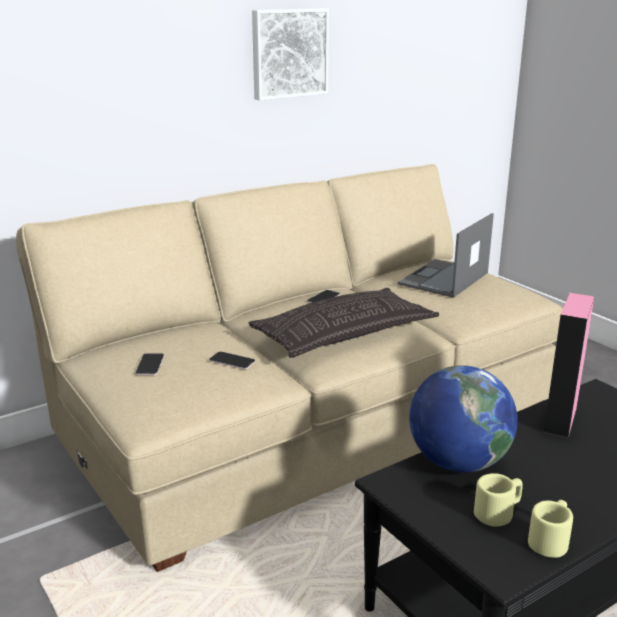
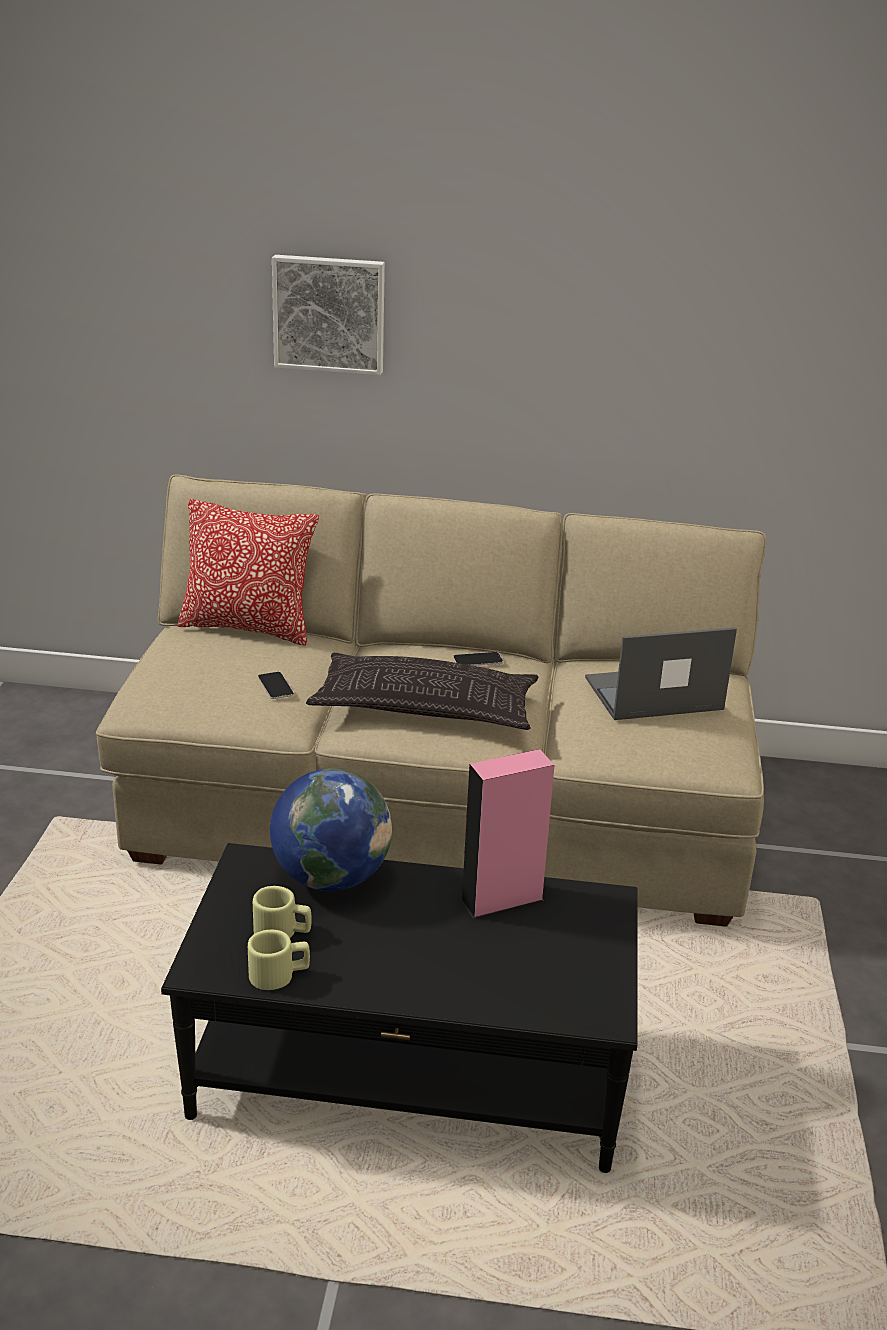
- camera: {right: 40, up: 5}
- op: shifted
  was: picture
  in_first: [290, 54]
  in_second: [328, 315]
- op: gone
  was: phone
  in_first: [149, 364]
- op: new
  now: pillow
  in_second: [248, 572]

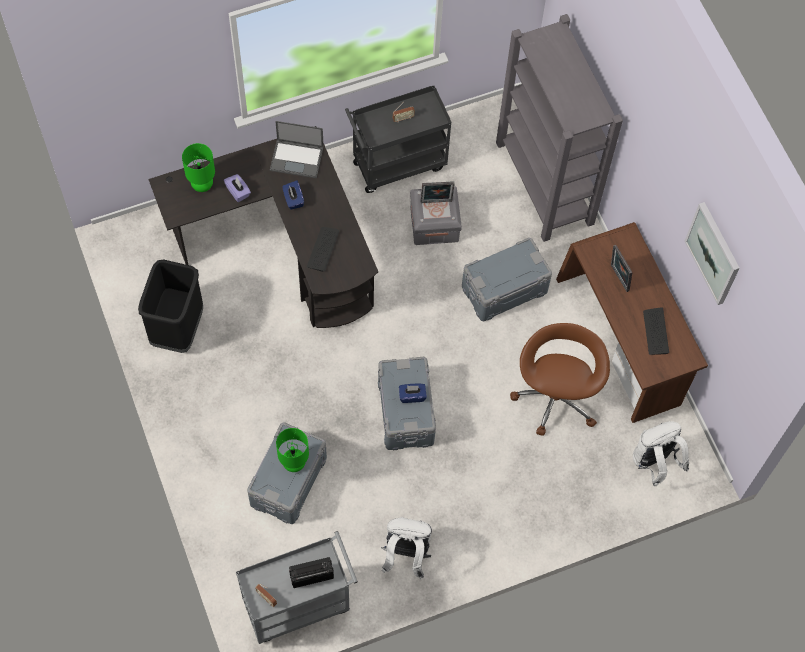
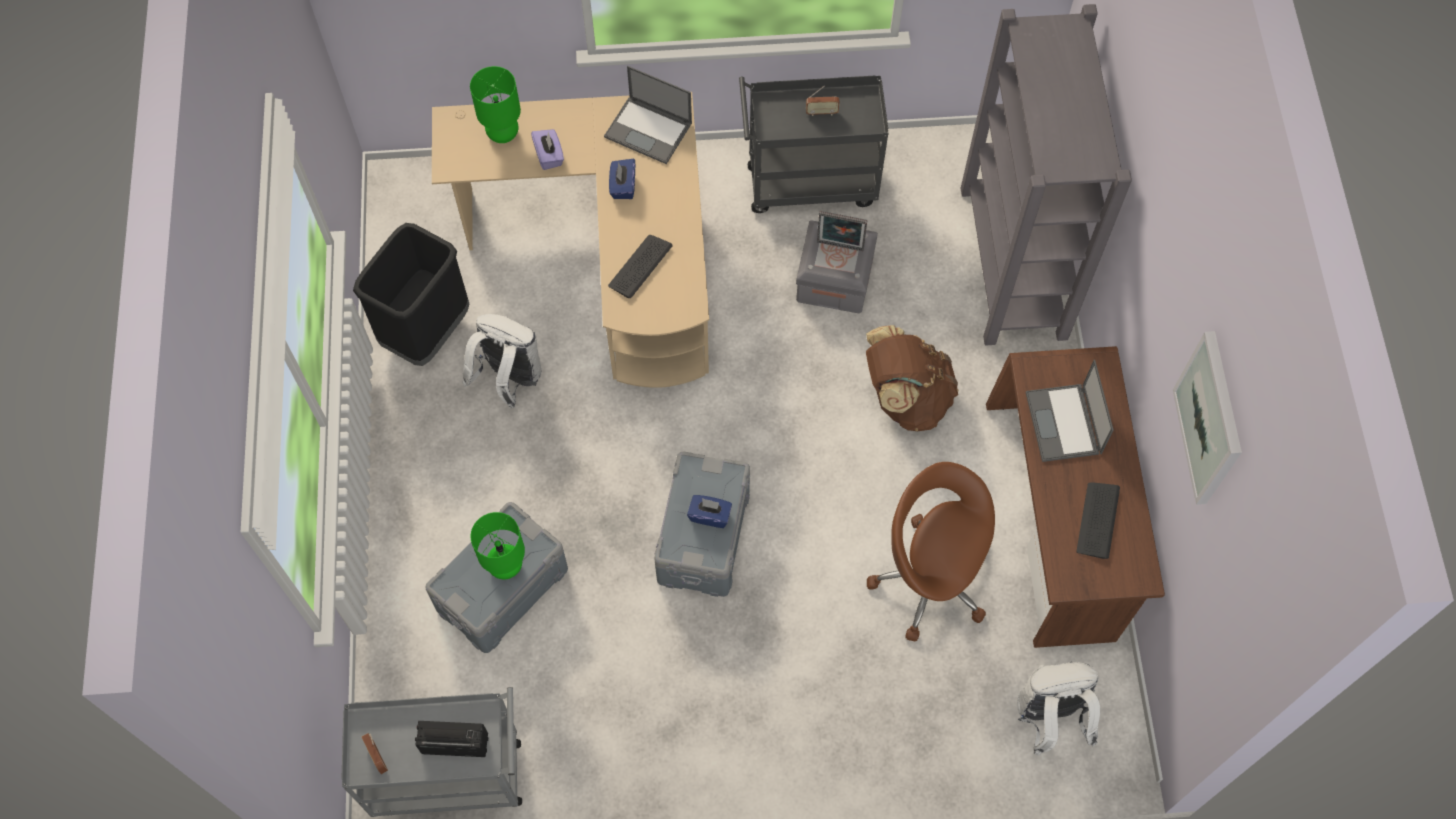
- camera: {right: 20, up: 0}
- op: repainted
  was: black desk
  now: beige desk
  in_first: [263, 227]
  in_second: [570, 240]
- op: swapped
  was: grey storage box
  now: brown backpack
  in_first: [507, 279]
  in_second: [912, 378]
- op: swapped
  was: picture frame
  now: laptop
  in_first: [621, 268]
  in_second: [1070, 411]
- op: rotated
  was: brown office chair
  in_first: [560, 379]
  in_second: [931, 551]
  clockwise: -90
- op: shifted
  was: white backpack
  in_first: [406, 548]
  in_second: [502, 361]

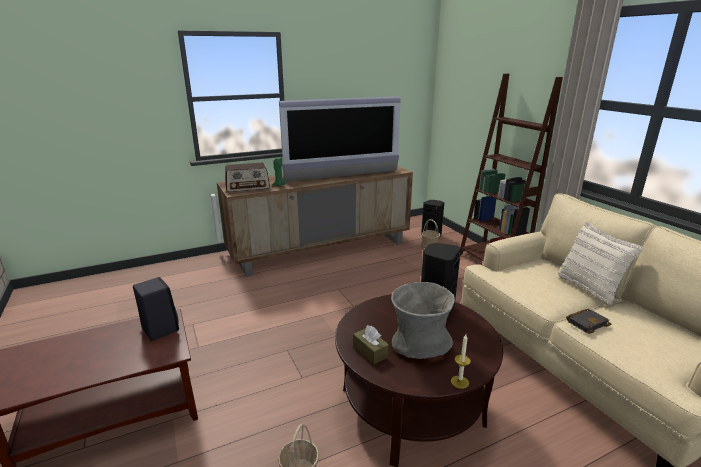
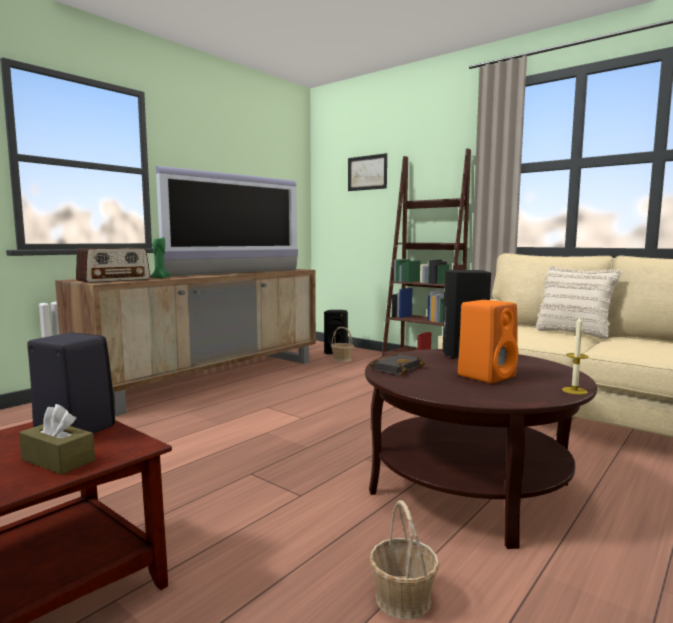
- camera: {right: -25, up: -15}
- op: swapped
  was: grey vase
  now: orange speaker
  in_first: [423, 320]
  in_second: [488, 341]
- op: shifted
  was: black book
  in_first: [589, 321]
  in_second: [397, 364]
- op: shifted
  was: brown tissue box
  in_first: [371, 344]
  in_second: [57, 439]
- op: new
  now: picture
  in_second: [367, 172]

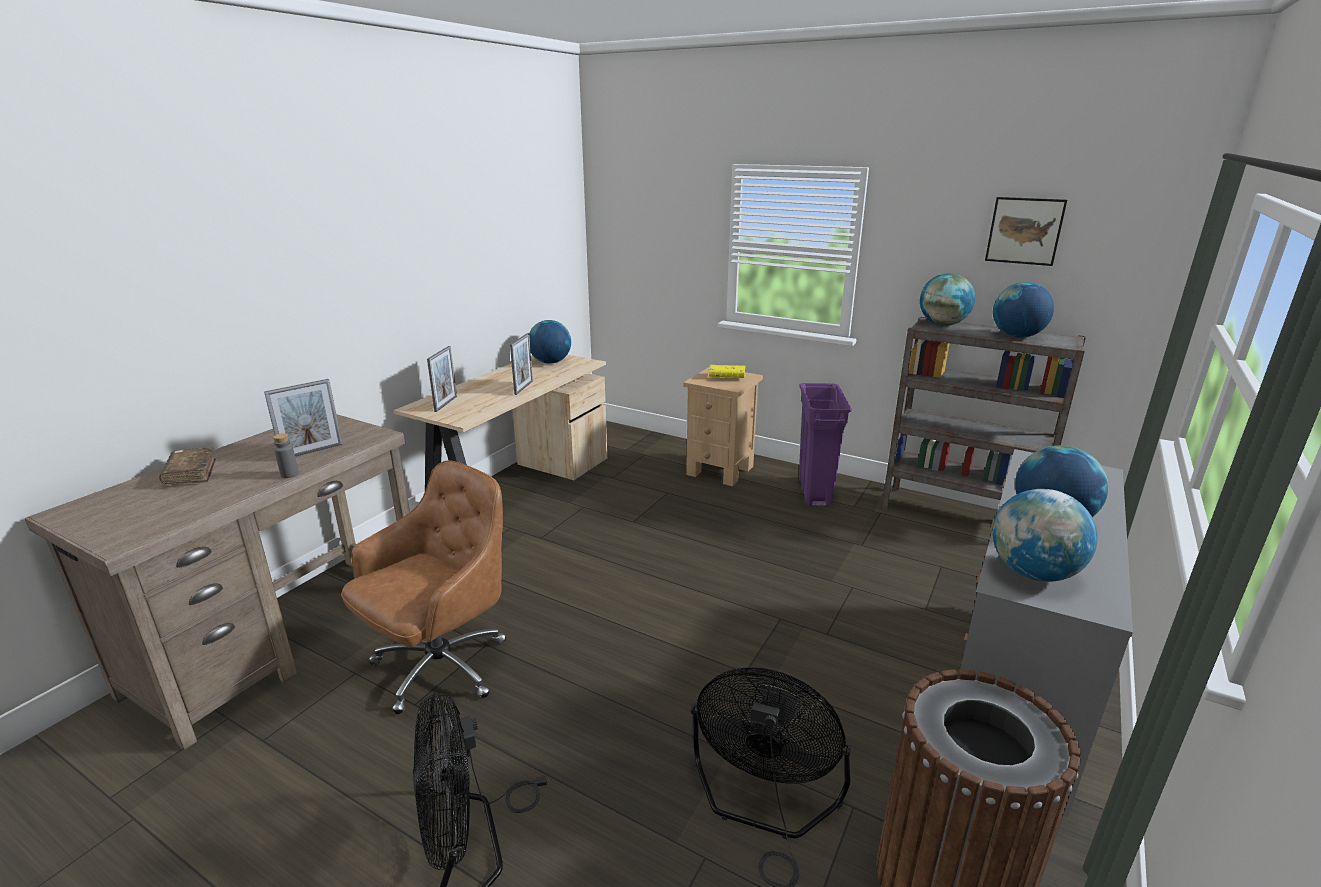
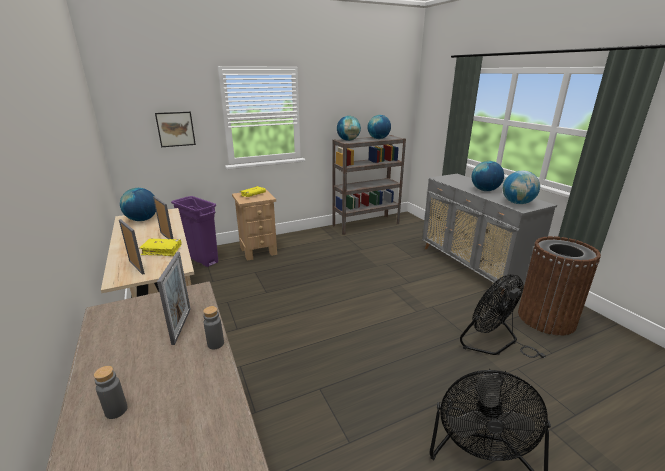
- camera: {right: -55, up: 0}
- op: shifted
  was: picture
  in_first: [1026, 231]
  in_second: [175, 129]
- op: shifted
  was: purple trash can
  in_first: [825, 444]
  in_second: [194, 231]
- op: swapped
  was: brown book
  now: grey bottle
  in_first: [187, 466]
  in_second: [110, 392]
- op: gone
  was: brown office chair
  in_first: [423, 587]
- op: new
  now: yellow book
  in_second: [160, 247]

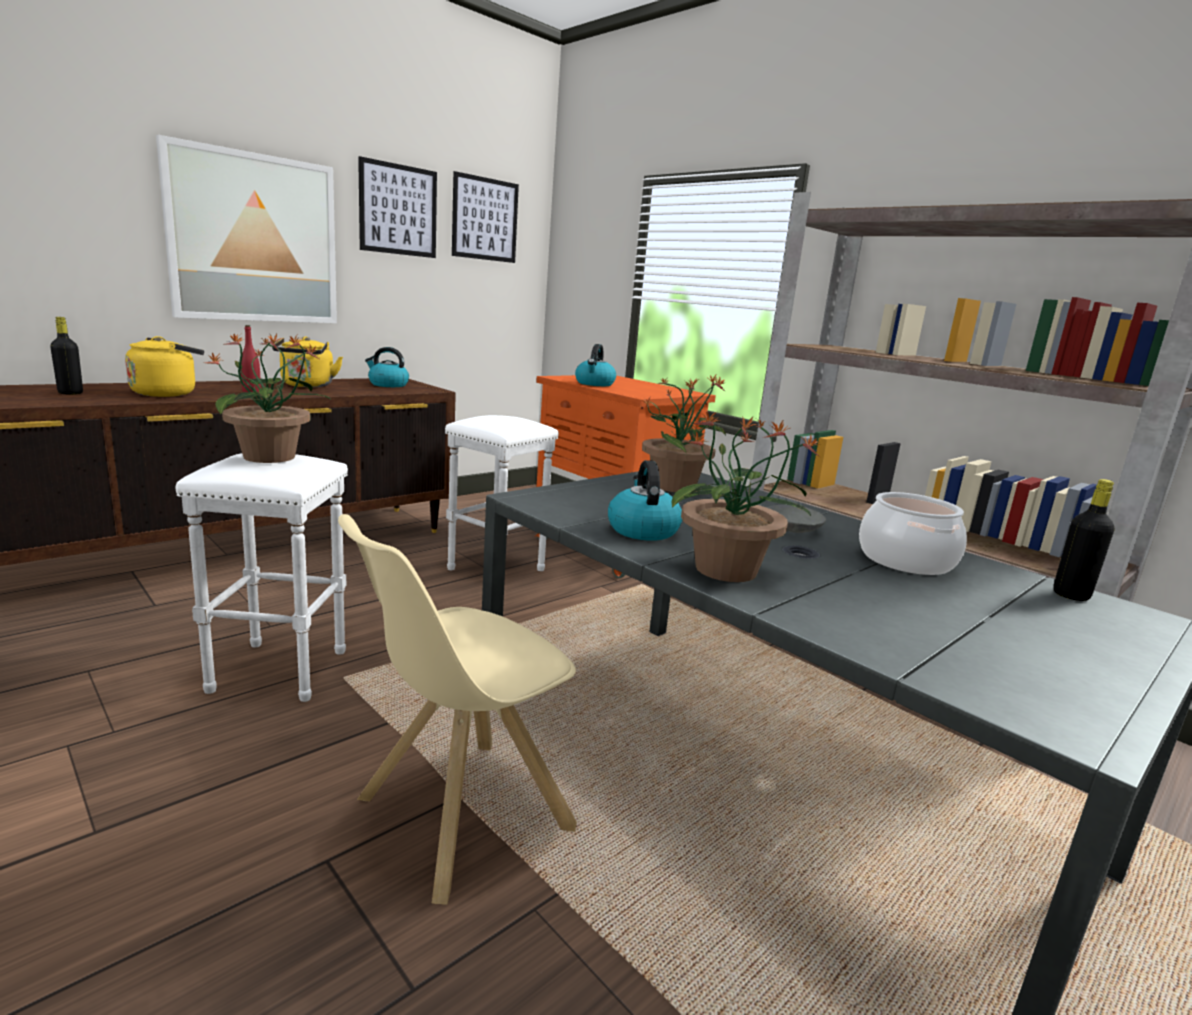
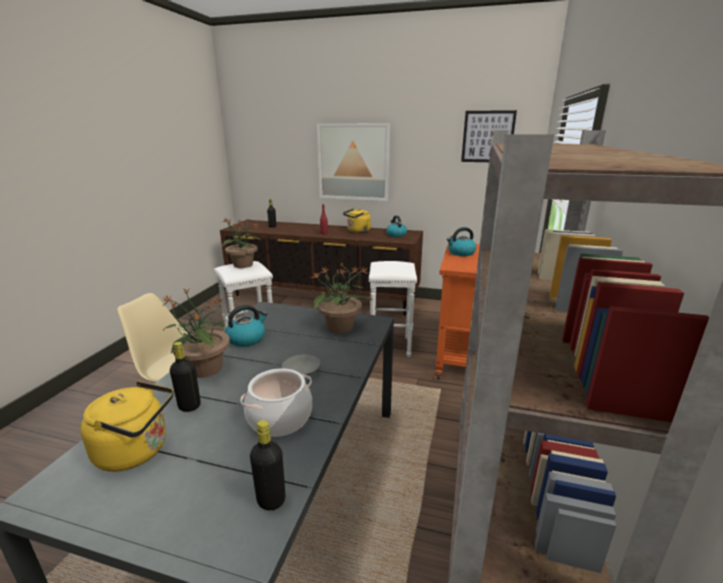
- camera: {right: 60, up: 5}
- op: gone
  was: picture
  in_first: [397, 207]
- op: shifted
  was: yellow kettle
  in_first: [164, 366]
  in_second: [127, 426]
- op: new
  now: black bottle
  in_second: [185, 377]

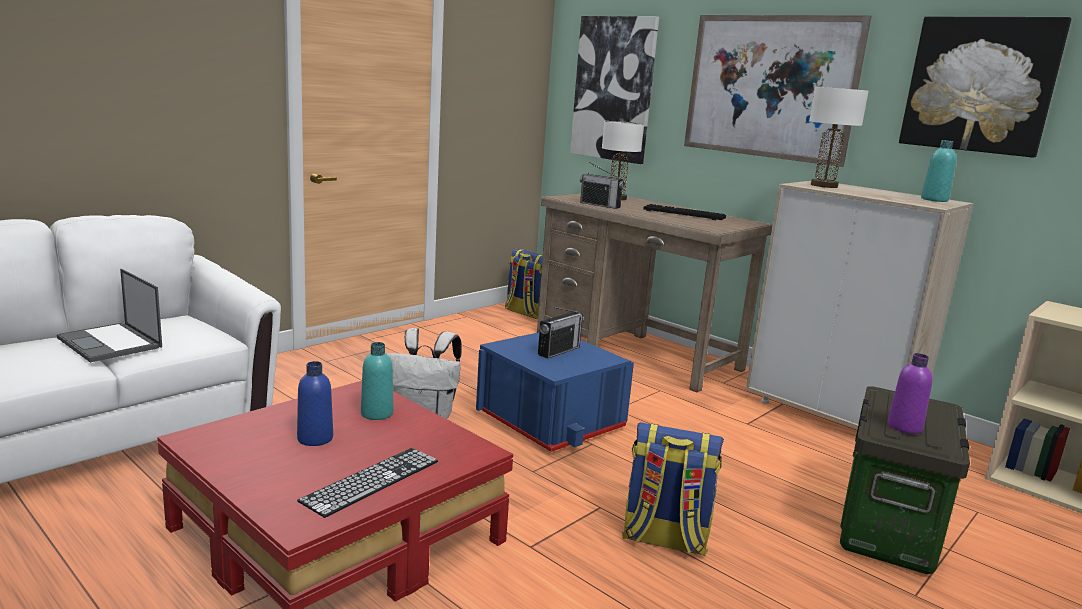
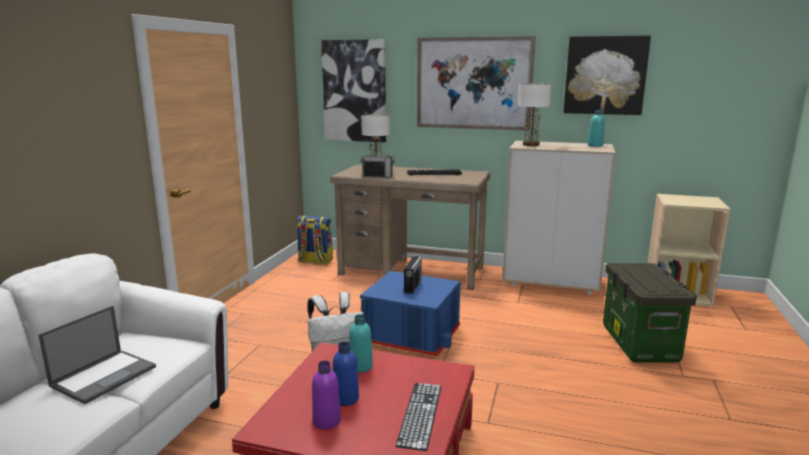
- camera: {right: -25, up: 0}
- op: rotated
  was: laptop
  in_first: [109, 315]
  in_second: [97, 355]
  clockwise: -75
- op: shifted
  was: purple bottle
  in_first: [910, 393]
  in_second: [326, 395]
- op: gone
  was: backpack
  in_first: [673, 489]

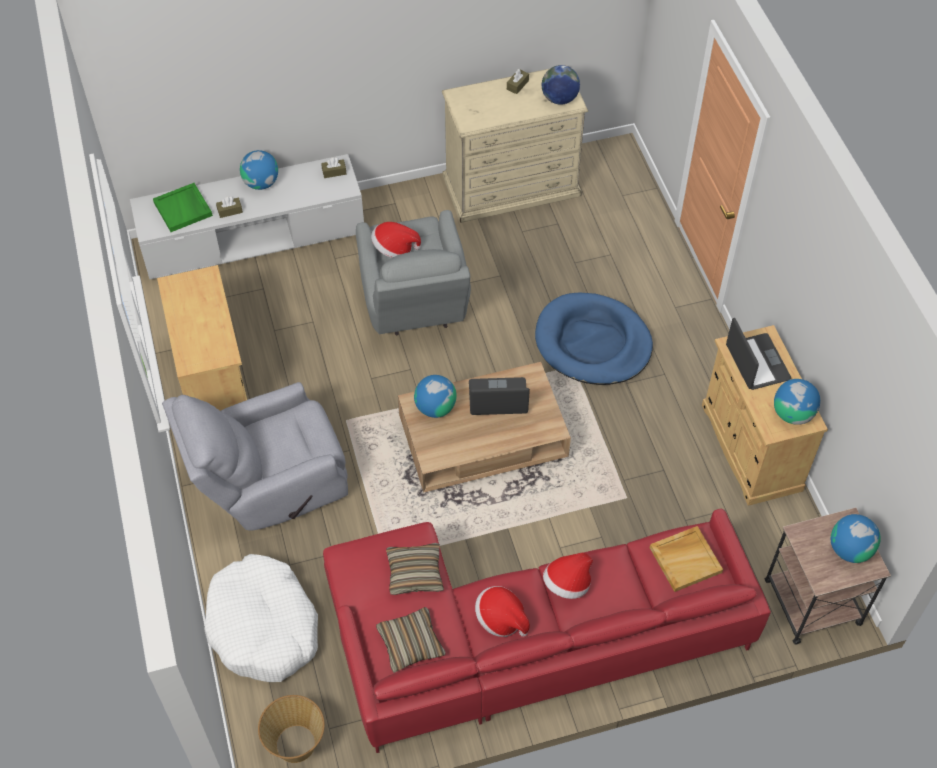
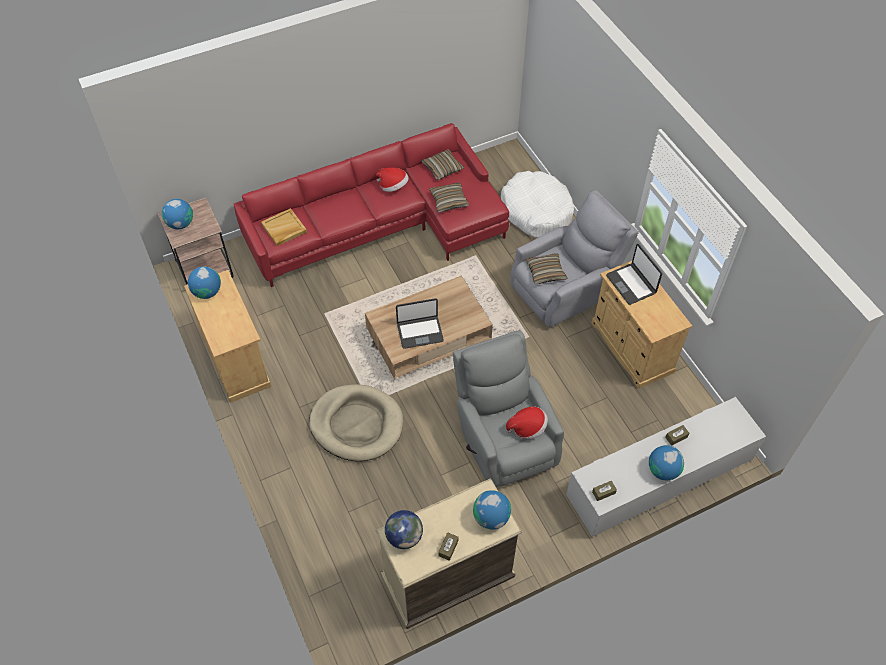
- camera: {right: 170, up: 0}
- op: gone
  was: green tray
  in_first: [183, 207]
- op: repainted
  was: blue dog bed
  now: beige dog bed
  in_first: [594, 338]
  in_second: [356, 422]
- op: shifted
  was: laptop
  in_first: [758, 354]
  in_second: [634, 274]
- op: shifted
  was: globe
  in_first: [435, 396]
  in_second: [492, 510]
- op: gone
  was: hat
  in_first: [568, 575]
- op: gone
  was: basket
  in_first: [291, 729]
- op: new
  now: pillow
  in_second: [547, 268]

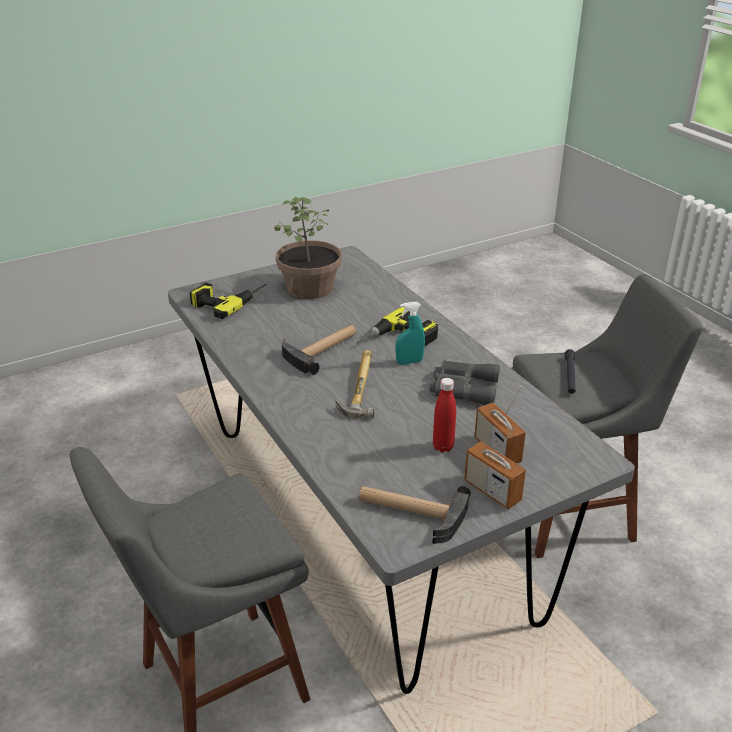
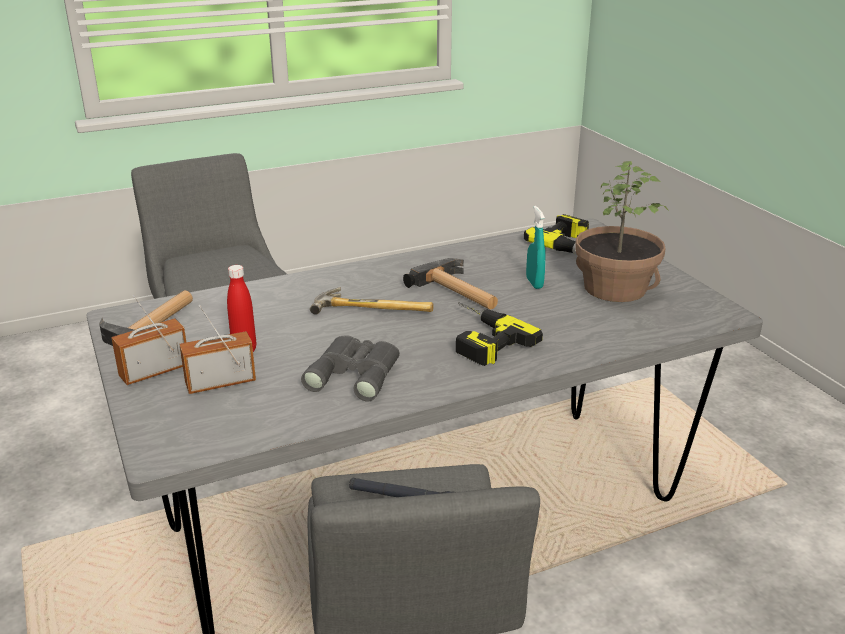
- camera: {right: 95, up: -5}
- op: shifted
  was: turquoise spray bottle
  in_first: [410, 333]
  in_second: [536, 247]

